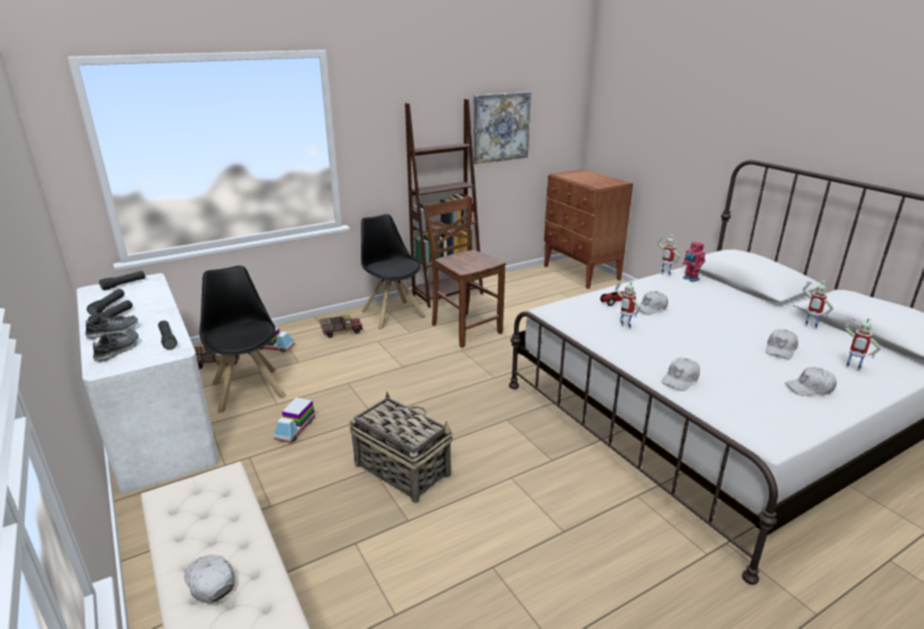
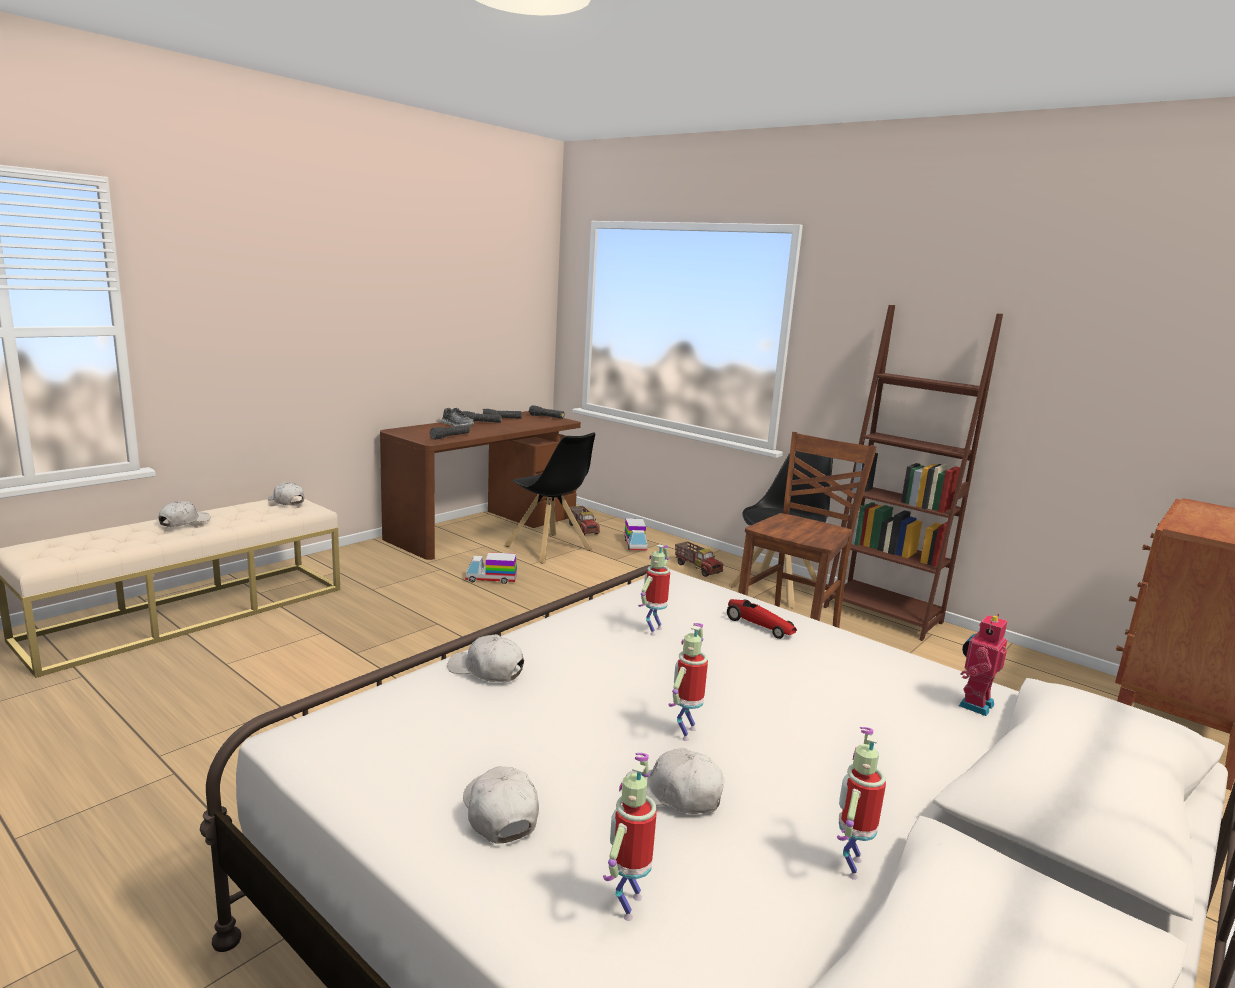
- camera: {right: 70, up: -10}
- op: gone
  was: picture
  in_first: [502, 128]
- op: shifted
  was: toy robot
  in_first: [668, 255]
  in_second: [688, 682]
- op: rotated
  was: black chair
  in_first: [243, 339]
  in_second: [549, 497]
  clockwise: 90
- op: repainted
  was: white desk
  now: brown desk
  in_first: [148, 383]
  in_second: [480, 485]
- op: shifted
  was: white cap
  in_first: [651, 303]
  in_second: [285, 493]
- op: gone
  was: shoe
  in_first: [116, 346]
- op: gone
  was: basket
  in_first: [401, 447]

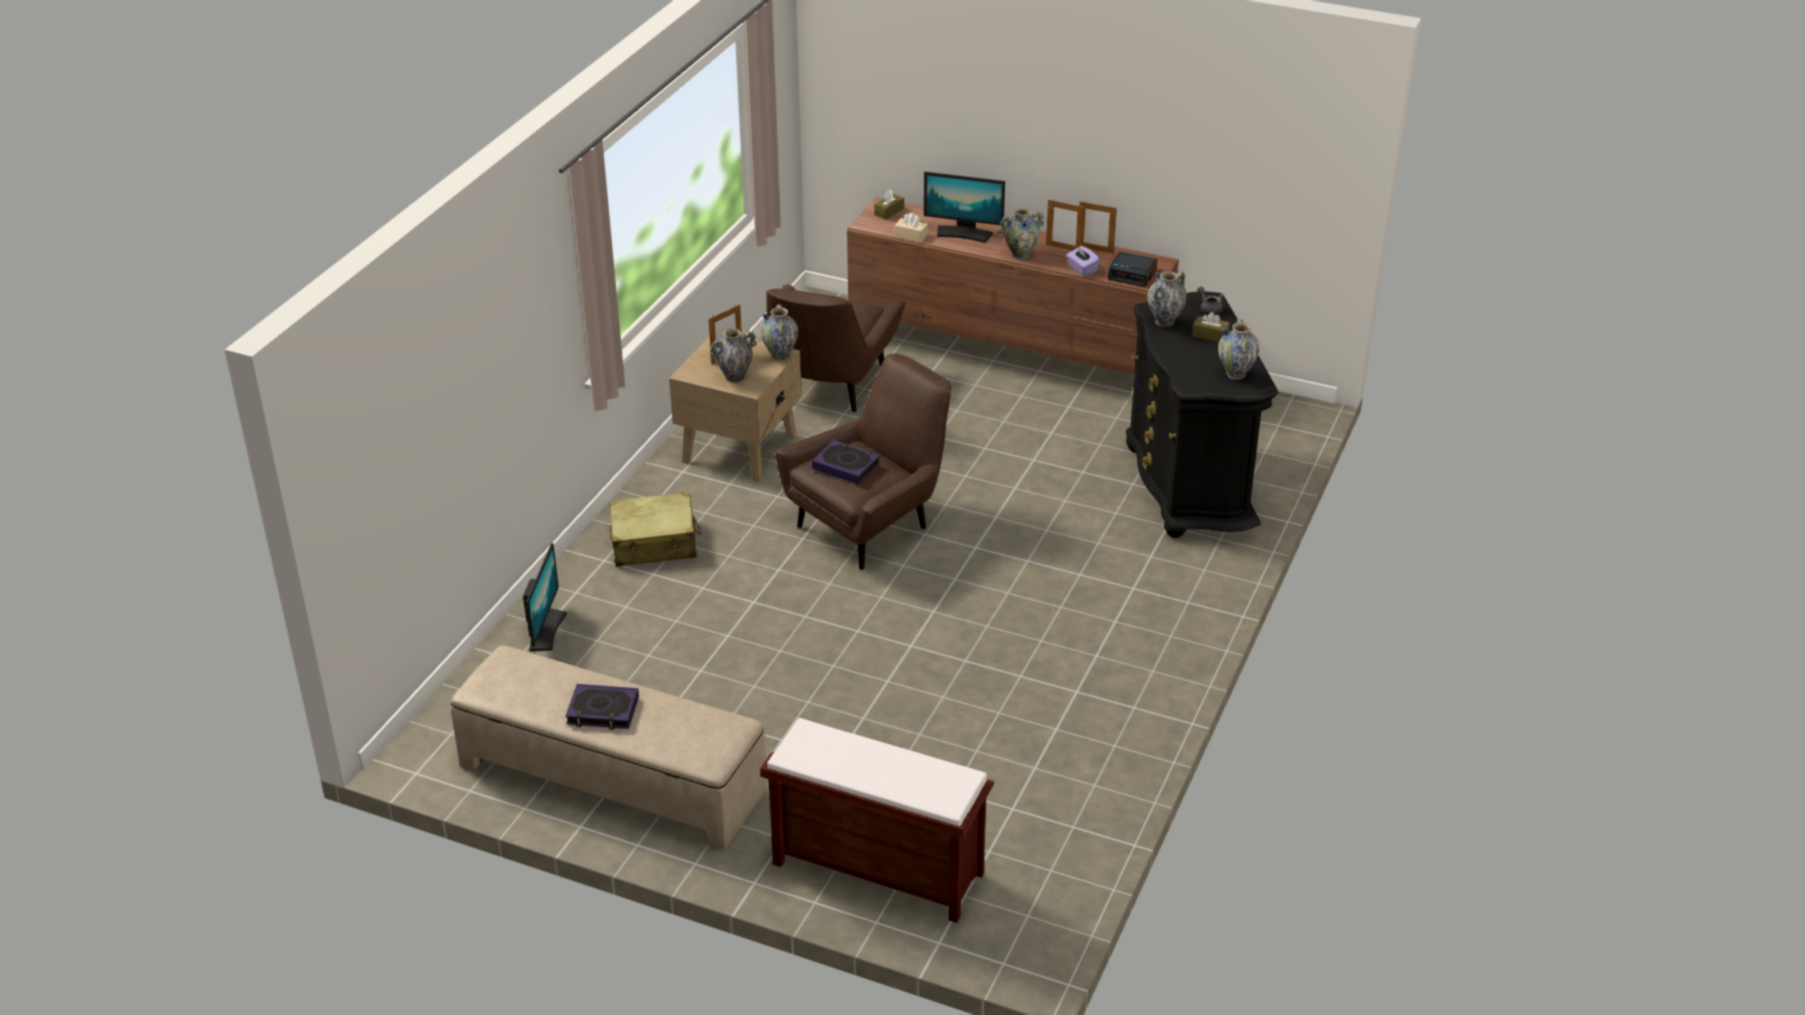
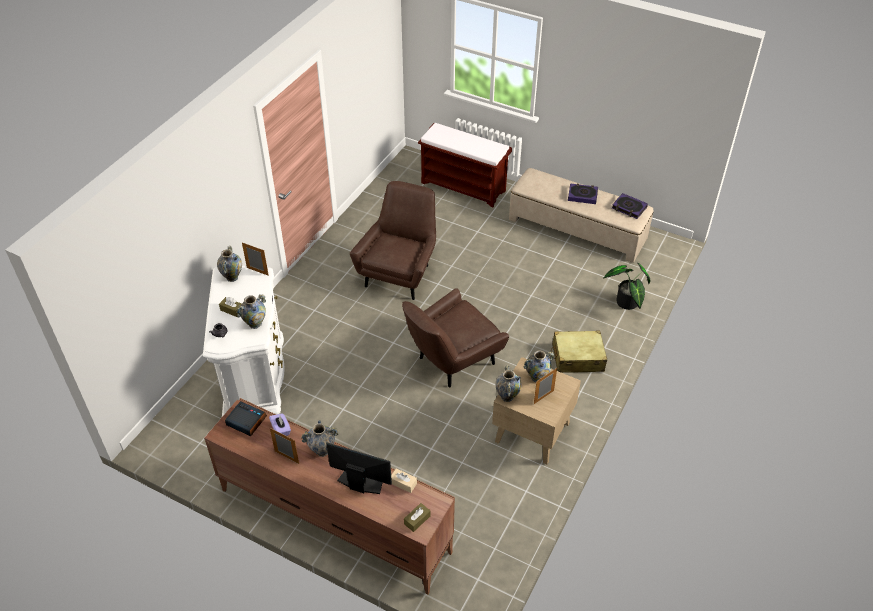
- camera: {right: -175, up: 10}
- op: shifted
  was: picture frame
  in_first: [1098, 228]
  in_second: [255, 259]
- op: shifted
  was: brown armchair
  in_first: [835, 348]
  in_second: [393, 240]
- op: repainted
  was: black dresser
  now: white dresser
  in_first: [1202, 415]
  in_second: [244, 341]
- op: shifted
  was: book
  in_first: [846, 462]
  in_second: [630, 206]
- op: swapped
  was: monitor
  now: potted plant
  in_first: [545, 597]
  in_second: [627, 286]

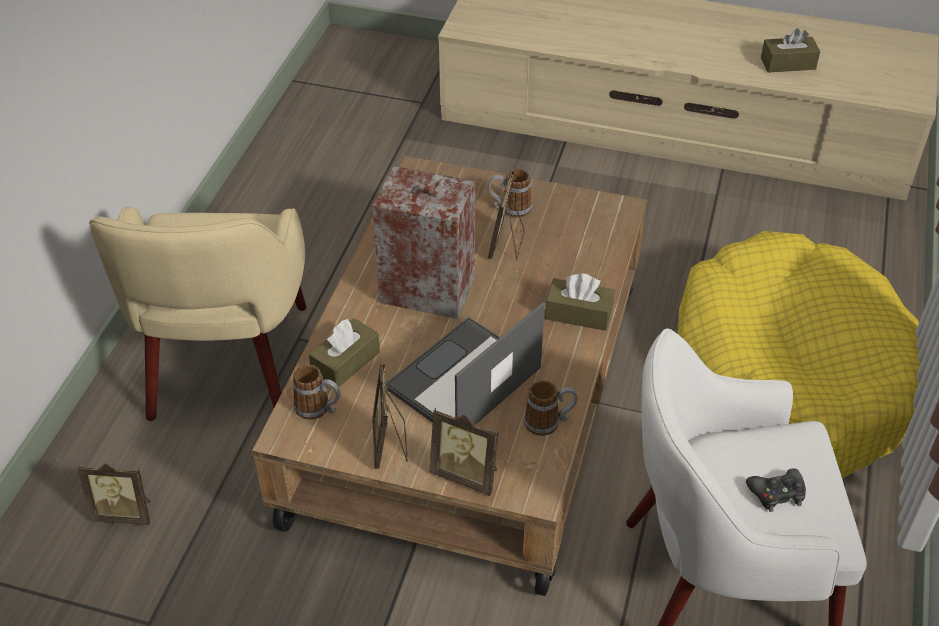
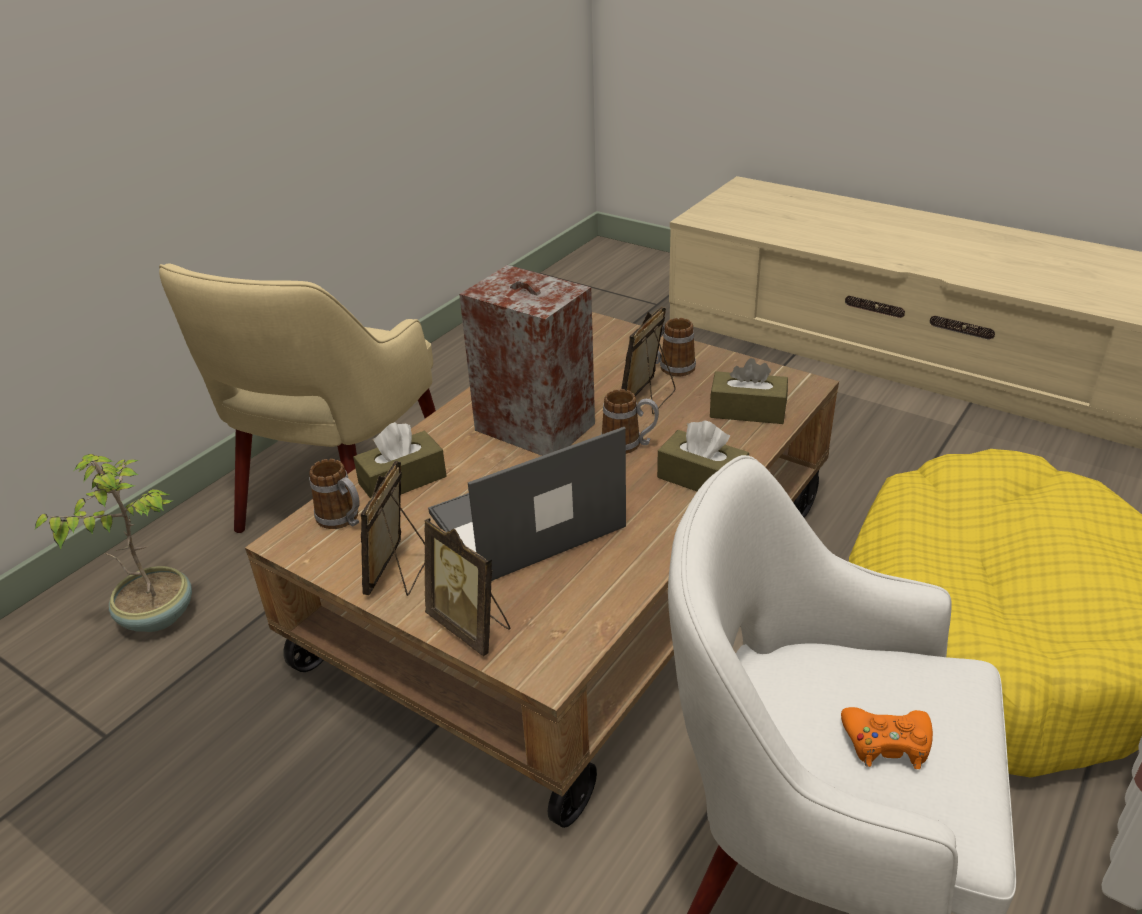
- camera: {right: 20, up: -10}
- op: shifted
  was: brown tissue box
  in_first: [790, 50]
  in_second: [749, 391]
- op: shifted
  was: mug
  in_first: [550, 408]
  in_second: [630, 421]
- op: swapped
  was: picture frame
  now: potted plant
  in_first: [113, 494]
  in_second: [113, 543]
- op: repainted
  was: black game controller
  now: orange game controller
  in_first: [776, 490]
  in_second: [887, 738]

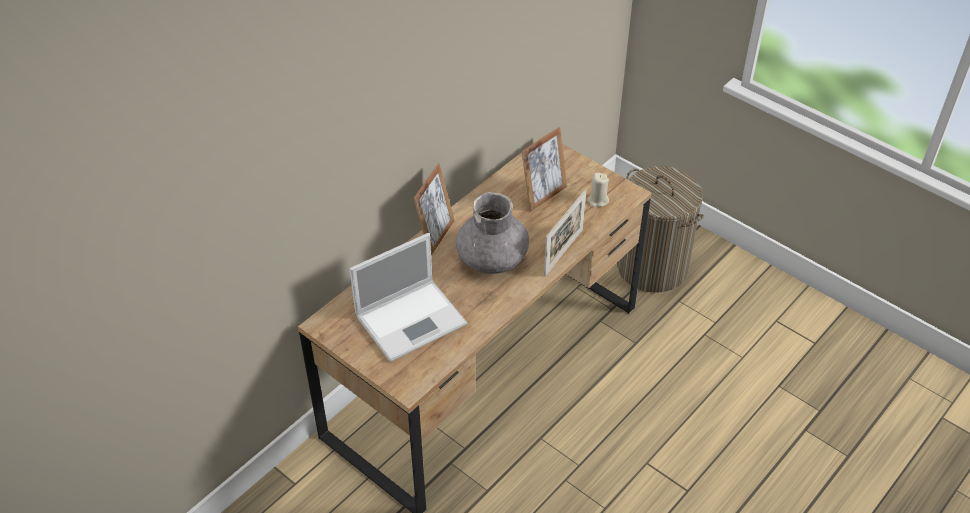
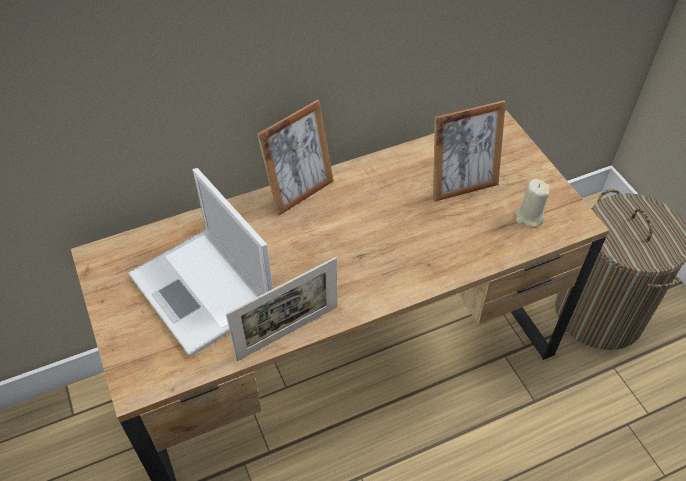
- camera: {right: 25, up: 5}
- op: shifted
  was: picture frame
  in_first: [565, 233]
  in_second: [281, 309]
- op: gone
  was: grey vase
  in_first: [492, 233]
- op: rotated
  was: laptop
  in_first: [408, 297]
  in_second: [200, 262]
  clockwise: 60

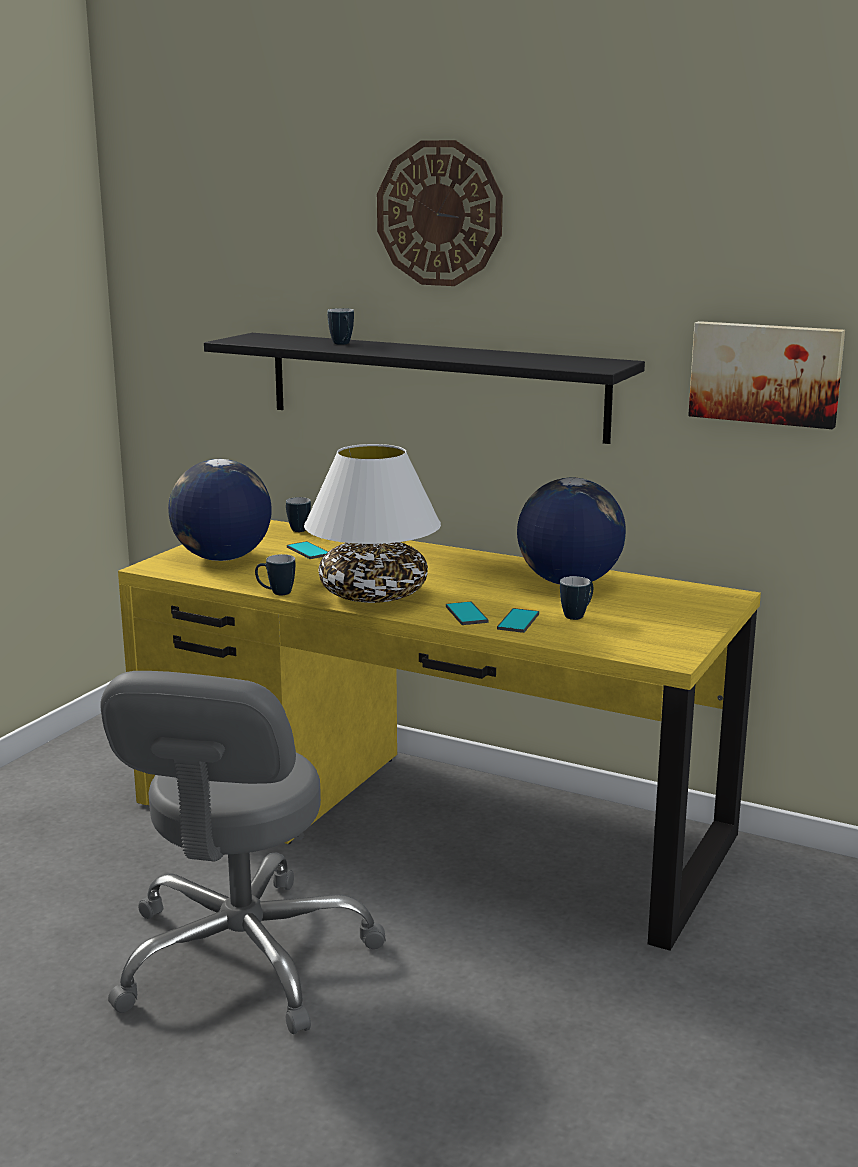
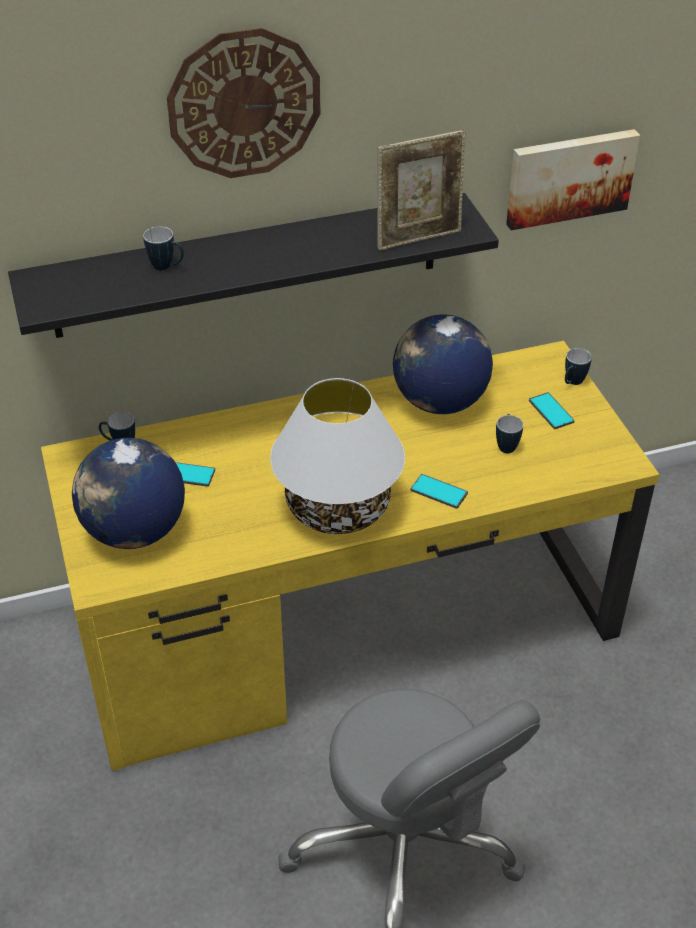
- camera: {right: -45, up: 25}
- op: shifted
  was: mug
  in_first: [275, 574]
  in_second: [578, 366]
- op: shifted
  was: phone
  in_first: [518, 620]
  in_second: [552, 410]
- op: new
  now: picture frame
  in_second: [421, 190]

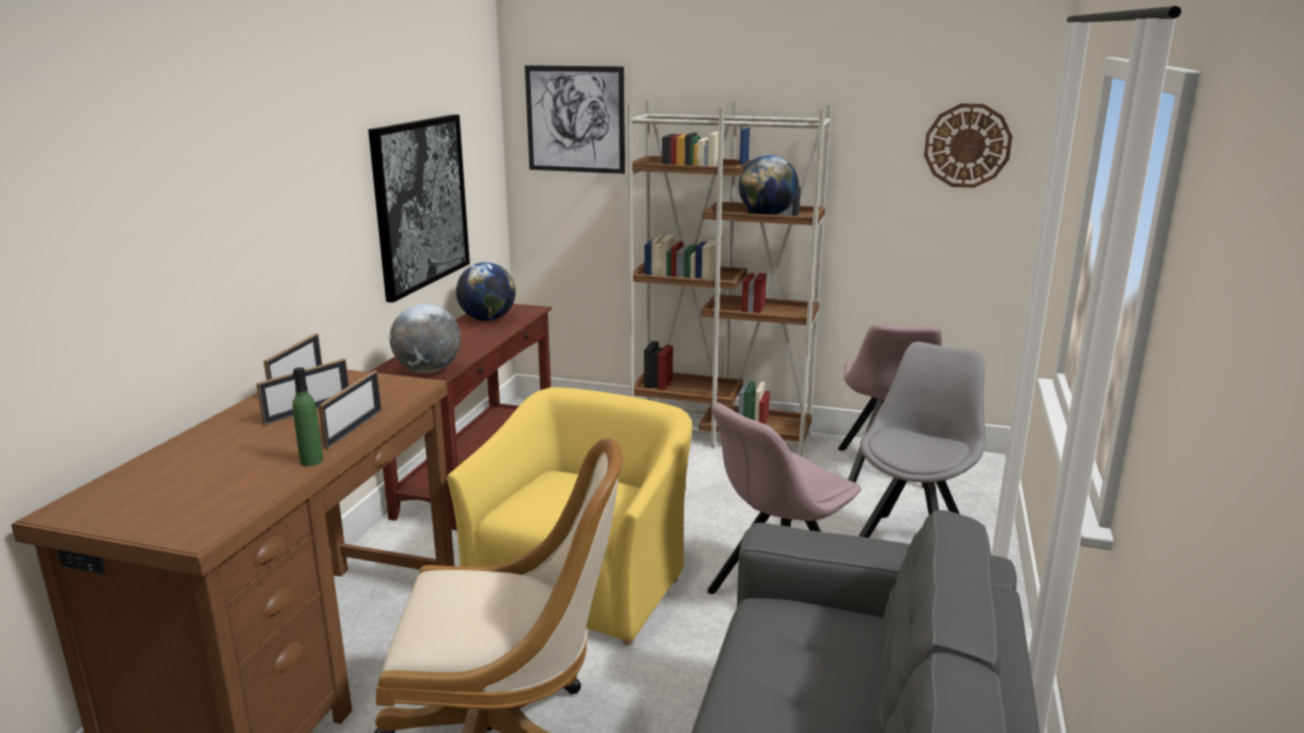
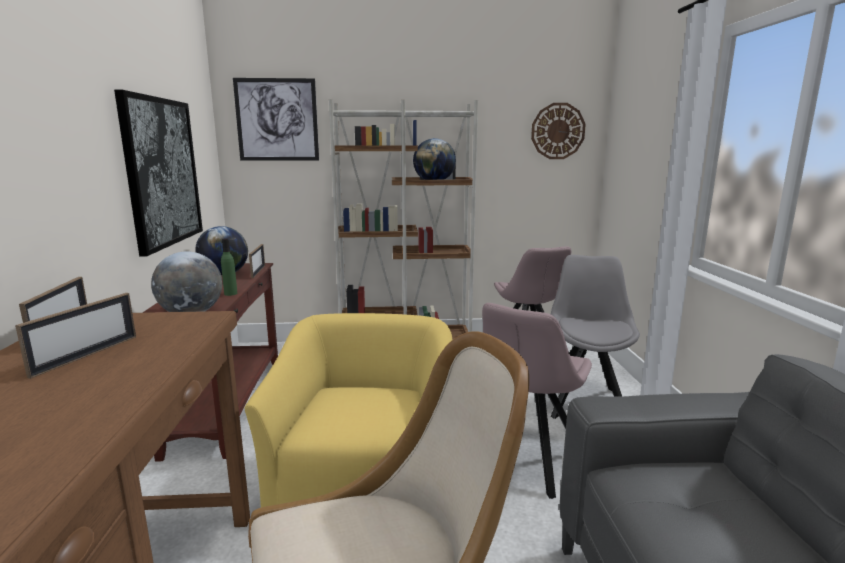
- camera: {right: -20, up: -5}
- op: shifted
  was: green bottle
  in_first: [307, 416]
  in_second: [229, 267]
- op: shifted
  was: picture frame
  in_first: [350, 409]
  in_second: [257, 261]

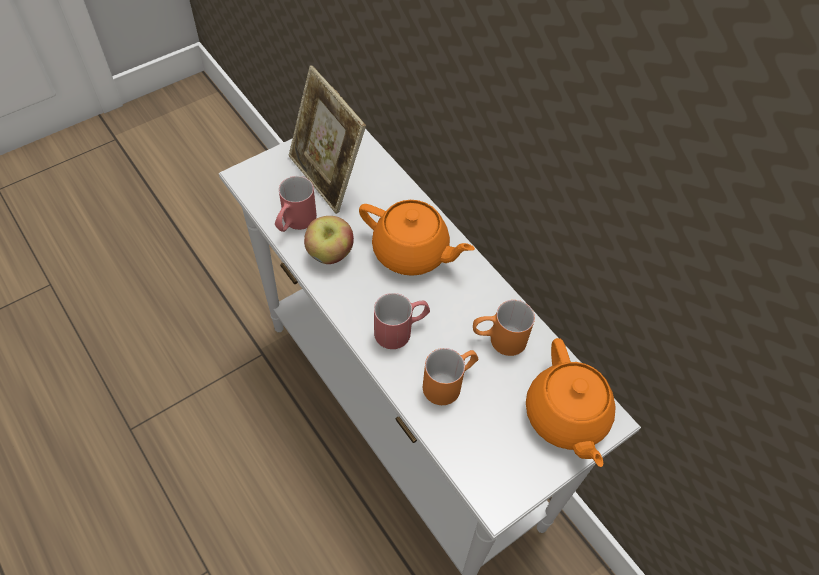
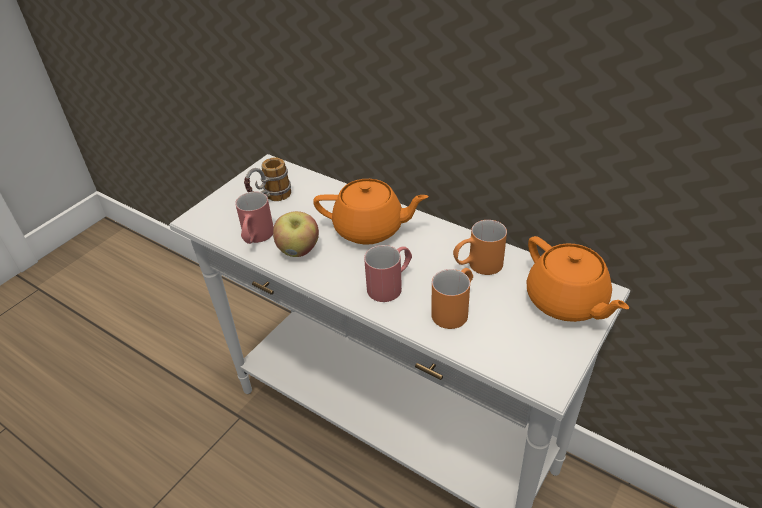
- camera: {right: -15, up: -15}
- op: swapped
  was: picture frame
  now: mug
  in_first: [327, 139]
  in_second: [267, 179]

